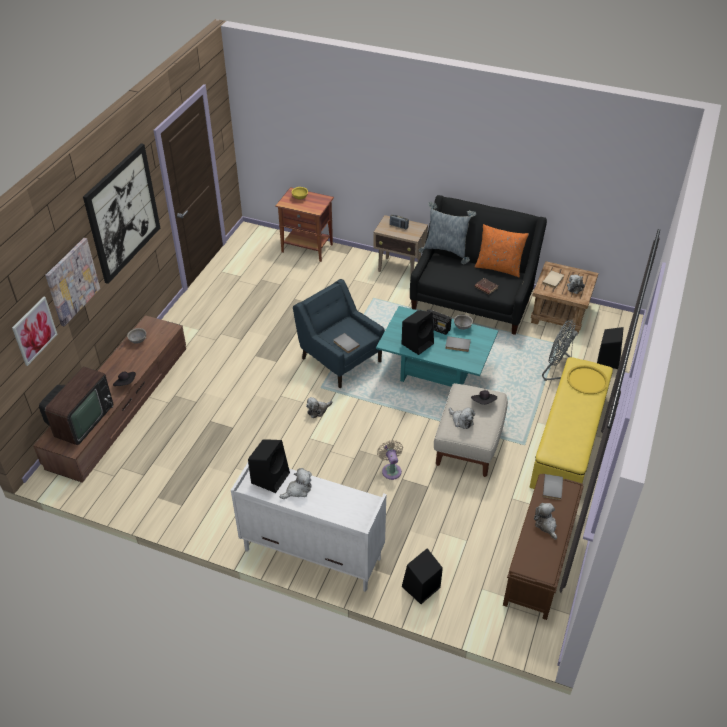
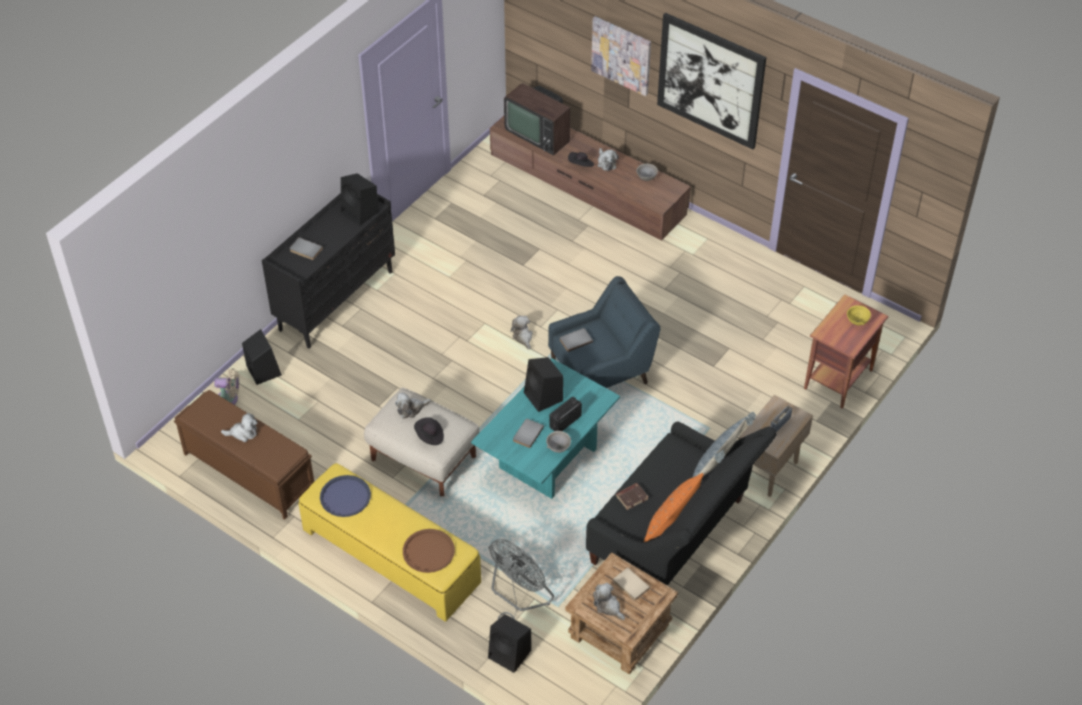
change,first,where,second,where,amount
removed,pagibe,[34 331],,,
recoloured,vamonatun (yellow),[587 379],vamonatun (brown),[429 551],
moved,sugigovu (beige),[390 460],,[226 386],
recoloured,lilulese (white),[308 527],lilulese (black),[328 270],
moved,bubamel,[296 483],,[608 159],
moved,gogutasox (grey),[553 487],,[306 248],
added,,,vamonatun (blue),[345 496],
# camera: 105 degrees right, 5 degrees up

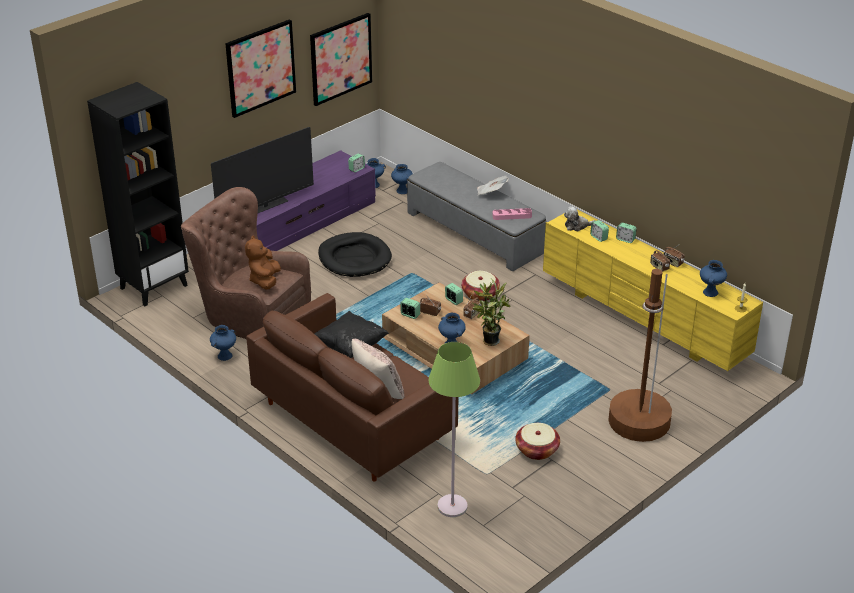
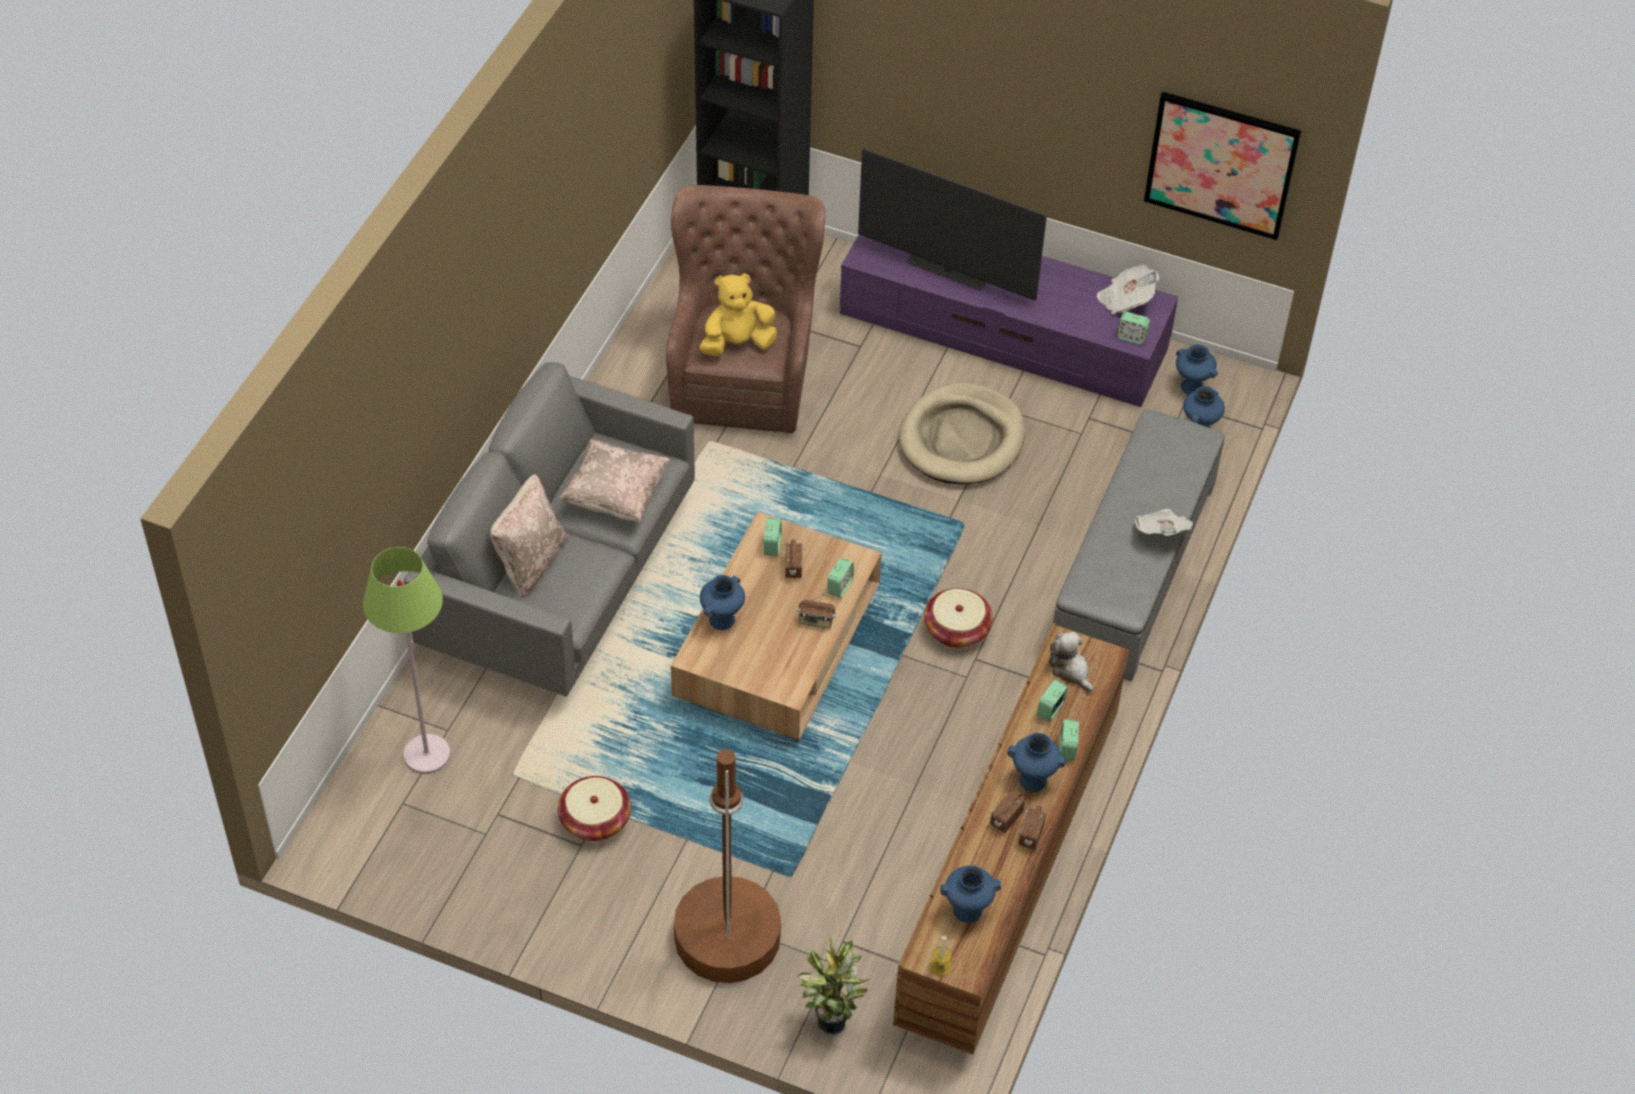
change,first,where,second,where,amount
removed,pagibe,[260 68],,,
removed,vamonatun (pink),[512 214],,,
recoloured,lilulese (yellow),[653 290],lilulese (brown),[1011 839],
recoloured,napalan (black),[355 254],napalan (beige),[962 433],
recoloured,bubamel (brown),[263 262],bubamel (yellow),[738 314],
moved,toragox,[491 312],,[833 987],
recoloured,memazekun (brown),[352 387],memazekun (grey),[549 529],
recoloured,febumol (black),[351 334],febumol (beige),[615 481],
moved,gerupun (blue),[223 343],,[1036 762],
added,,,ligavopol,[1128 290],
# camera: 65 degrees right, 15 degrees up

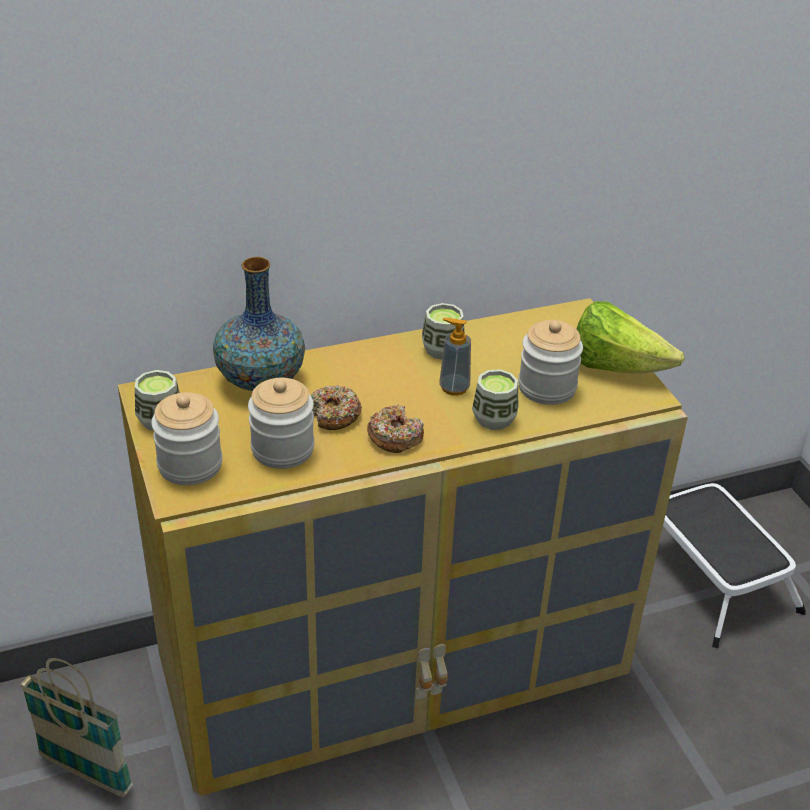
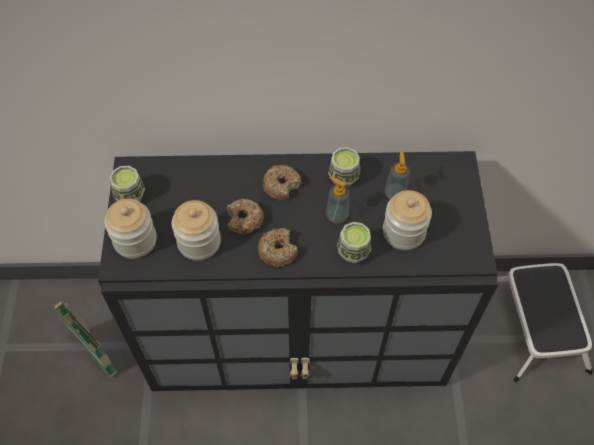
change,first,where,second,where,amount
removed,gerupun,[259 324],,,
recoloured,lilulese (yellow),[403 547],lilulese (black),[298 271],
removed,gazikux,[630 337],,,
added,,,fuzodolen,[397 175],
added,,,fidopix,[281 183],
# camera: 20 degrees right, 20 degrees up

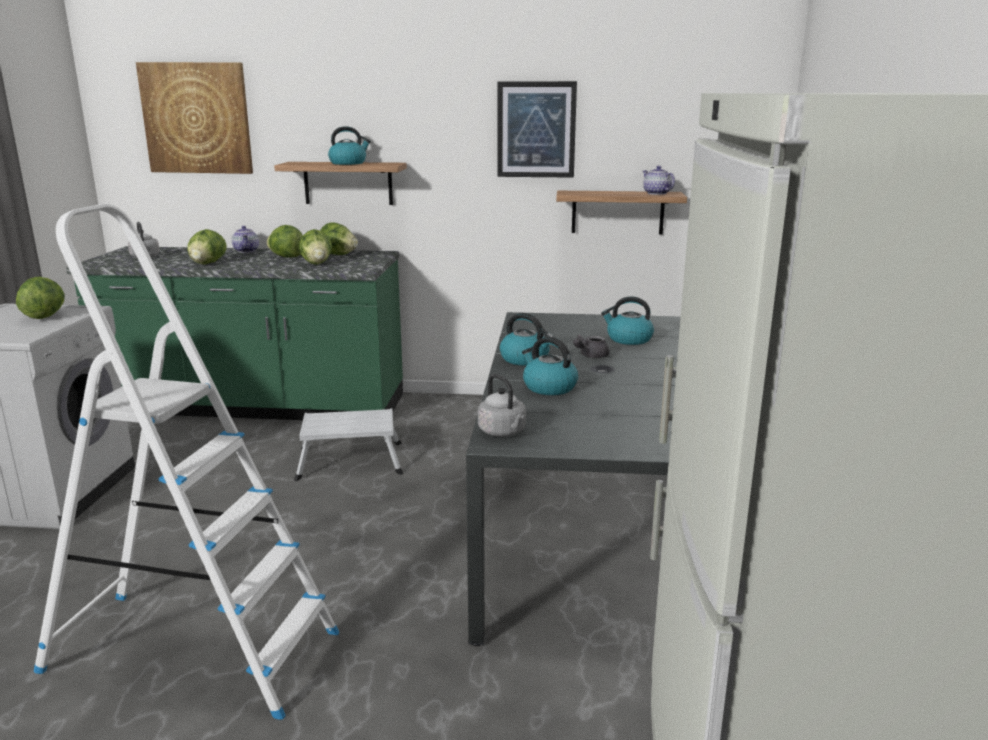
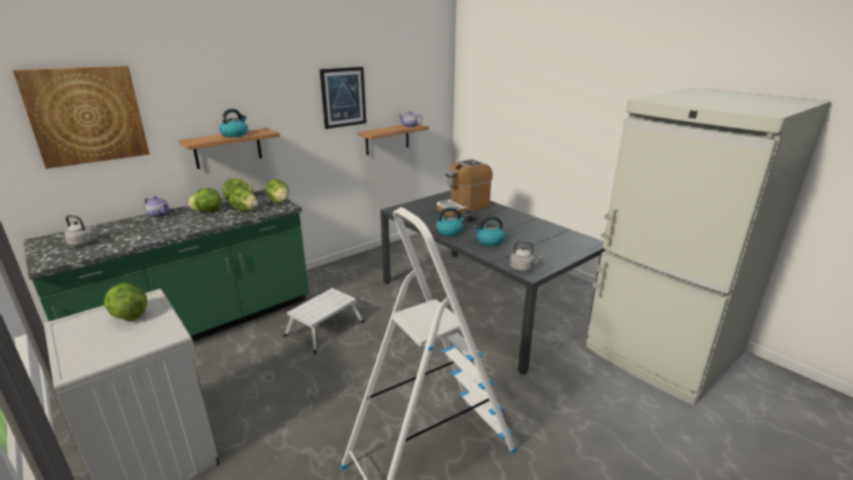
change,first,where,second,where,amount
moved,gazikux,[207 247],,[277 191],
replaced,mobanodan,[627 320],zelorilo,[464 187],
# camera: 45 degrees left, 5 degrees up

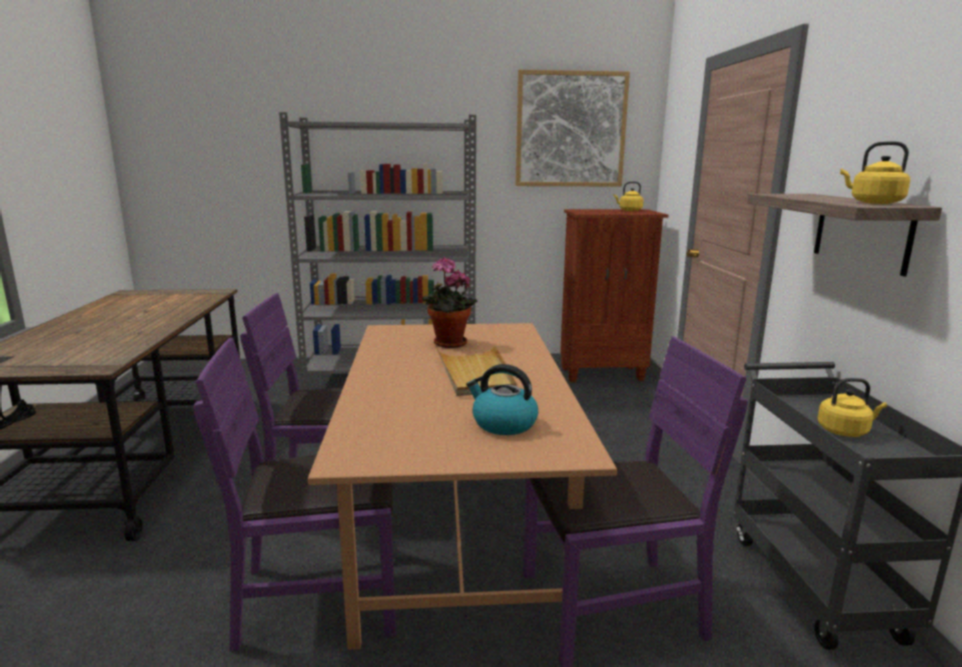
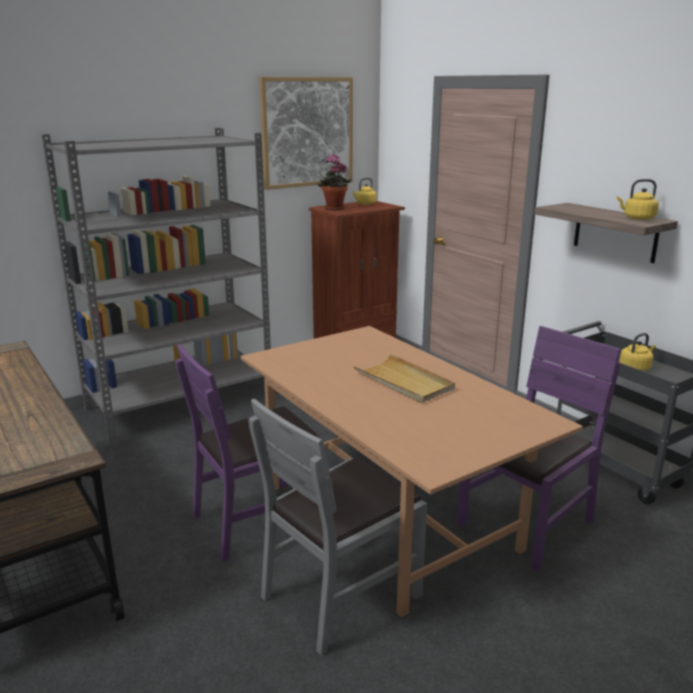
change,first,where,second,where,amount
moved,toragox,[450 302],,[335 182],
recoloured,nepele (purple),[294 494],nepele (grey),[338 527],
removed,mobanodan,[502 399],,,
# camera: 30 degrees left, 5 degrees up

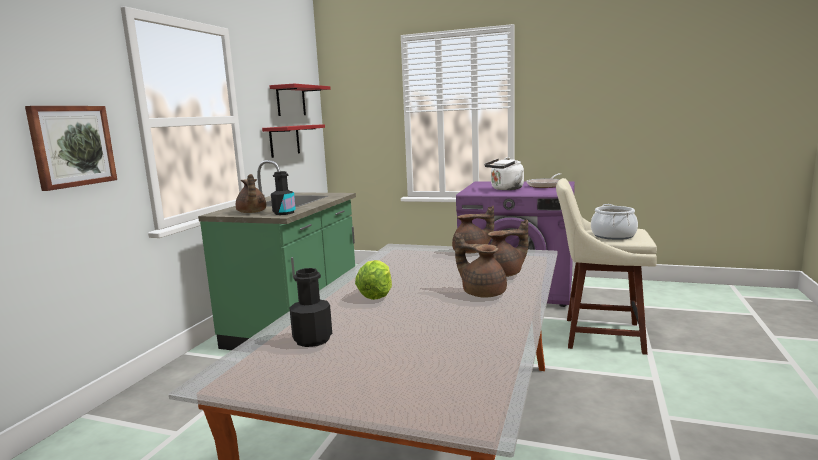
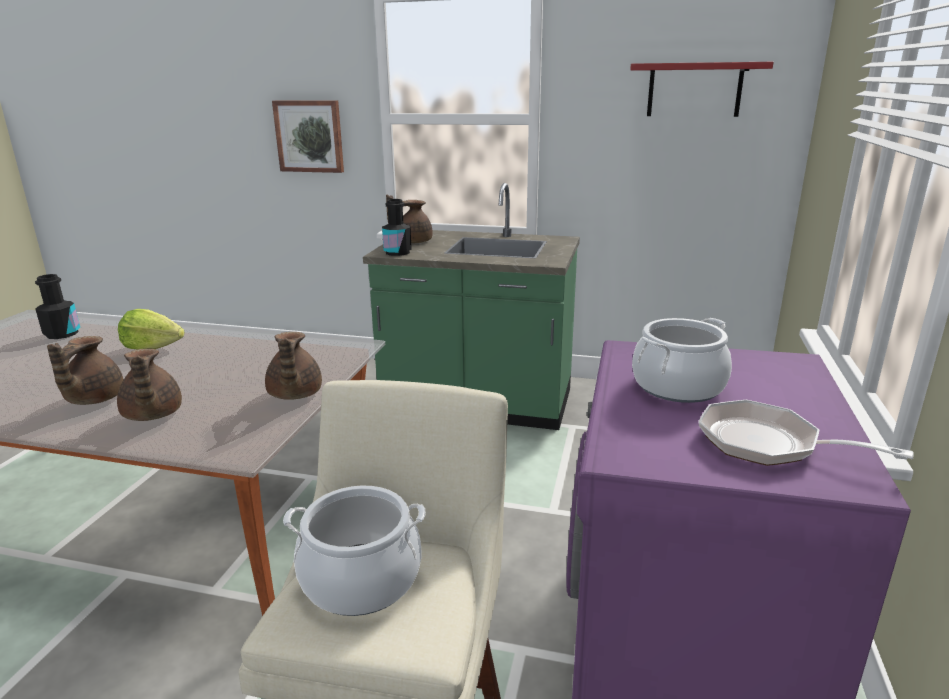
change,first,where,second,where,amount
removed,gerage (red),[293 141],,,
replaced,mobanodan (white),[504 173],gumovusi,[682 360],
turned,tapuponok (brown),[481 265],,[85 370],150 degrees clockwise
# camera: 85 degrees right, 10 degrees up

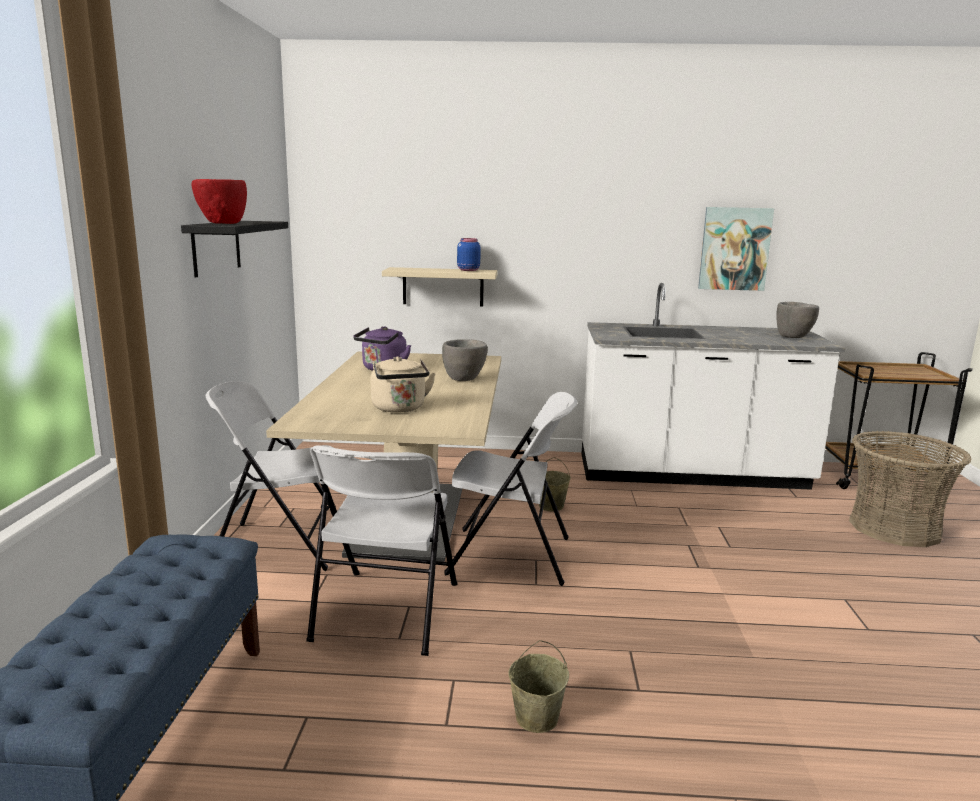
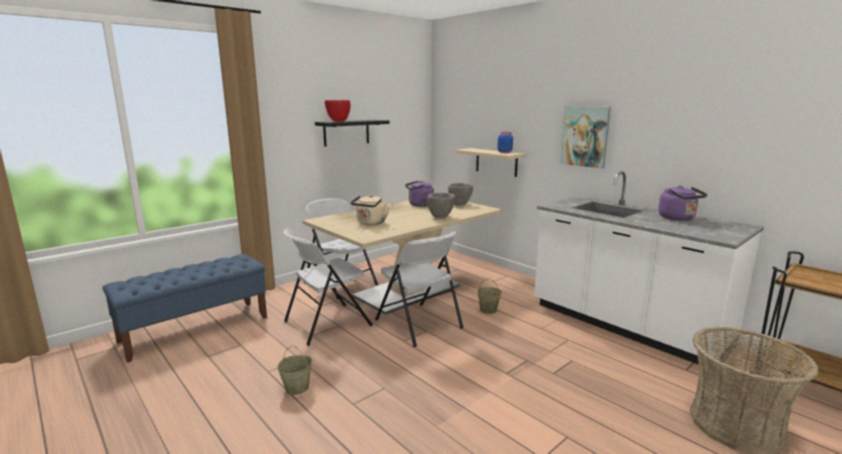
change,first,where,second,where,amount
moved,pagibe,[736 249],,[585 137],
moved,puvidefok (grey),[797 320],,[460 194],
added,,,mobanodan (purple),[682 203],
# camera: 45 degrees right, 0 degrees up

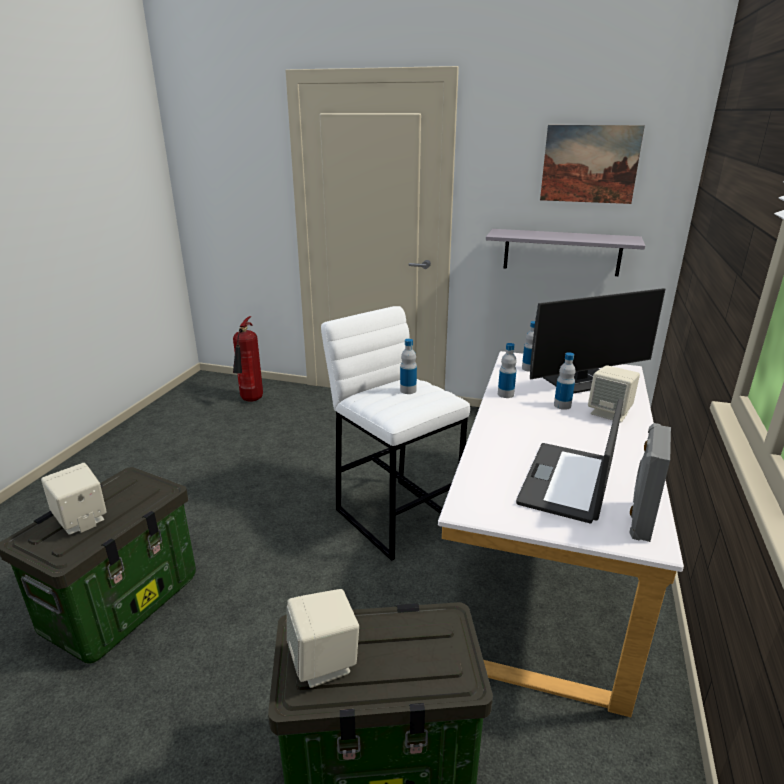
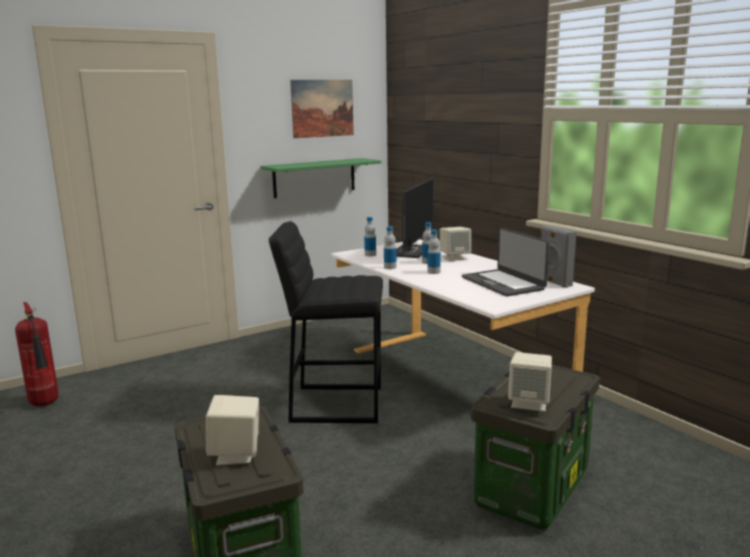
change,first,where,second,where,amount
recoloured,gerage (grey),[565 252],gerage (green),[321 178],
recoloured,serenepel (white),[395 433],serenepel (black),[326 322],
moved,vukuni,[408 366],,[434 252],
# camera: 50 degrees left, 10 degrees down

